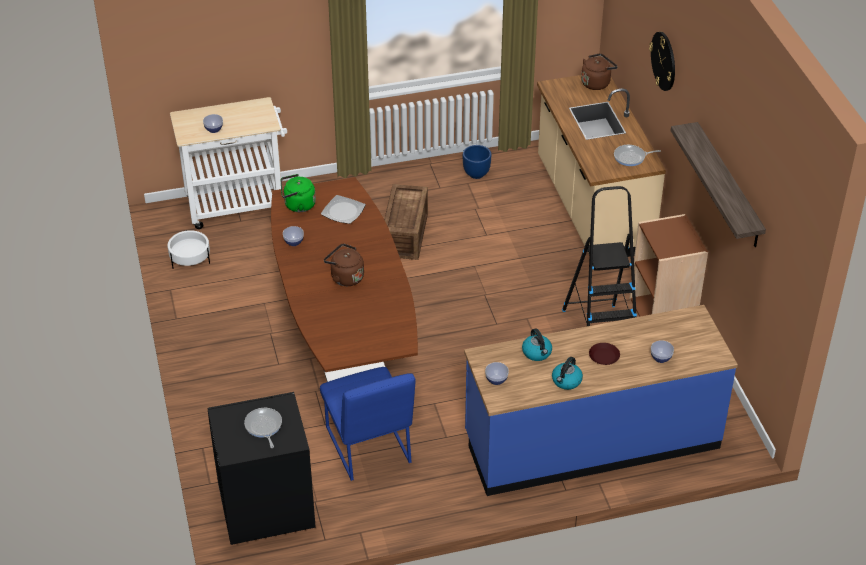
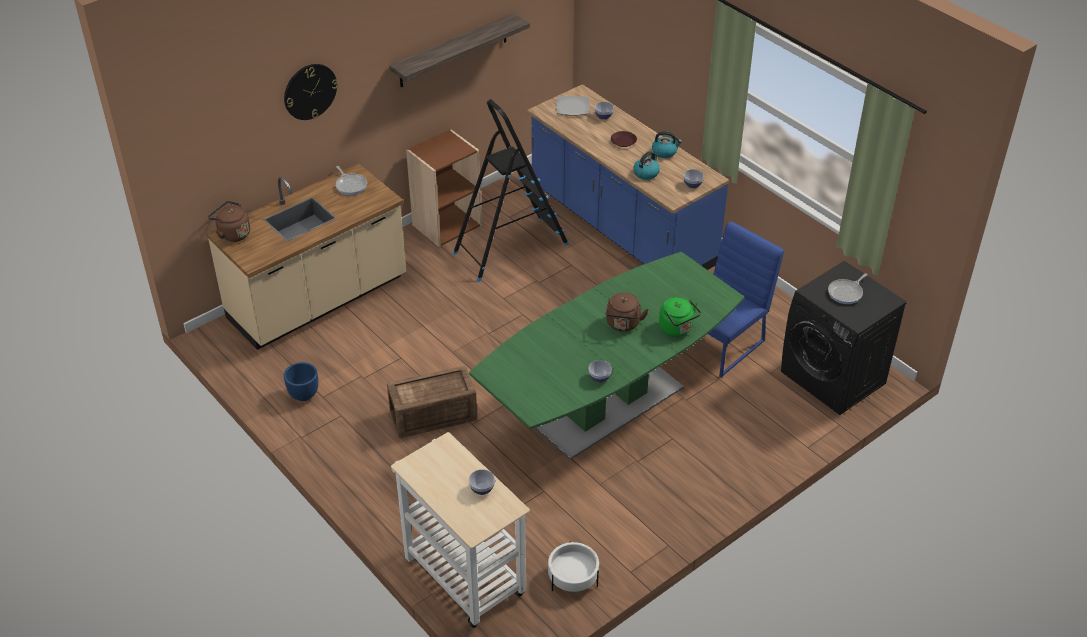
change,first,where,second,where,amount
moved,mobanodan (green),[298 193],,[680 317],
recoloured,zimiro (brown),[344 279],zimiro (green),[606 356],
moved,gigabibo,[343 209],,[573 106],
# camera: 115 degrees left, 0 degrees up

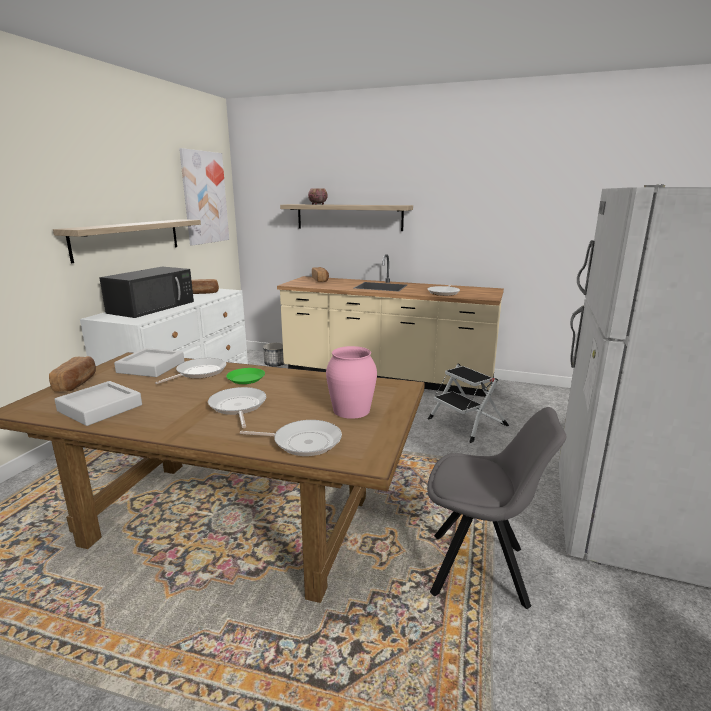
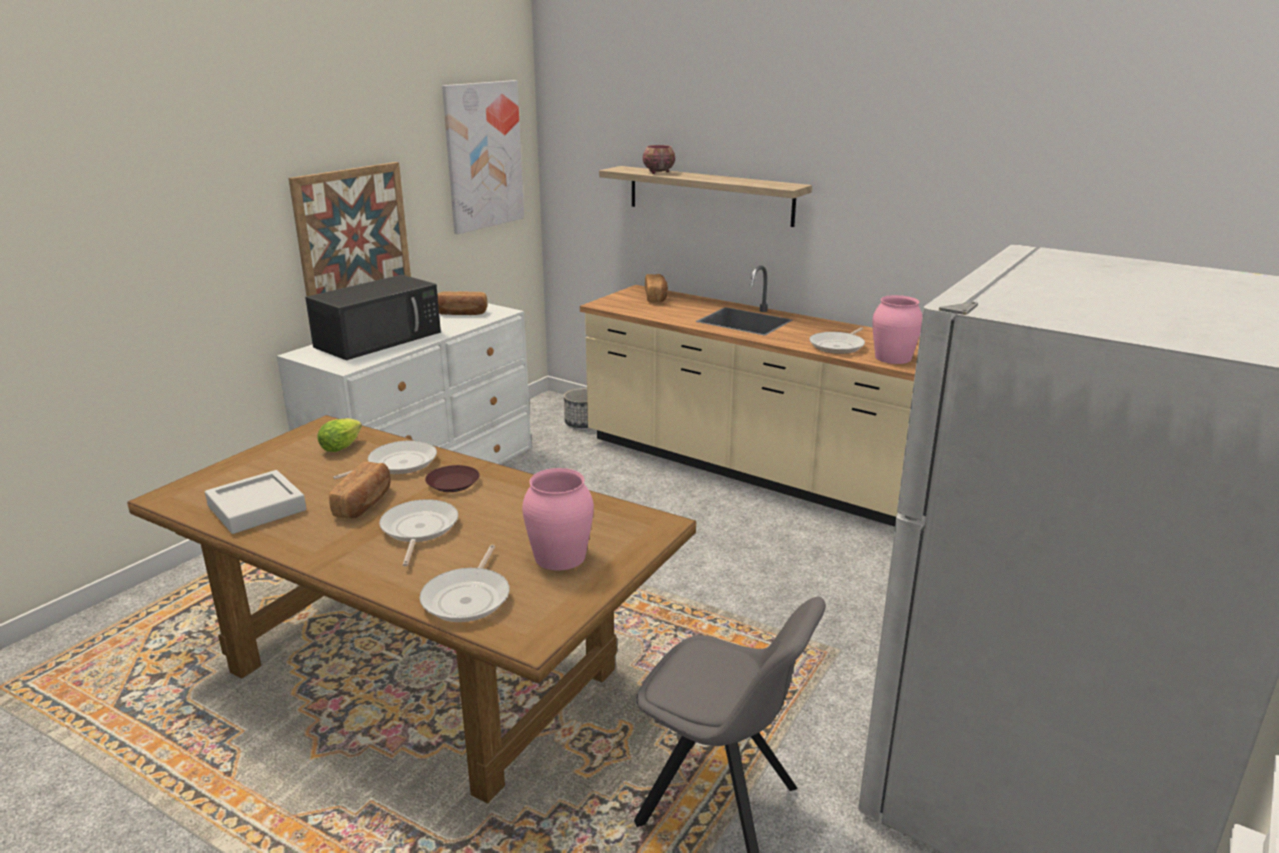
change,first,where,second,where,amount
replaced,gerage,[127 241],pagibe,[350 229],
replaced,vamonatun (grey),[149 362],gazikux,[339 435],
moved,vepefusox,[72 373],,[360 490],
removed,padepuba,[468 403],,,
recoloured,gigabibo (green),[245 376],gigabibo (brown),[452 478],
turned,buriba,[291 438],,[465 583],75 degrees clockwise
added,,,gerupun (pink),[897 329],
# camera: 15 degrees right, 5 degrees up

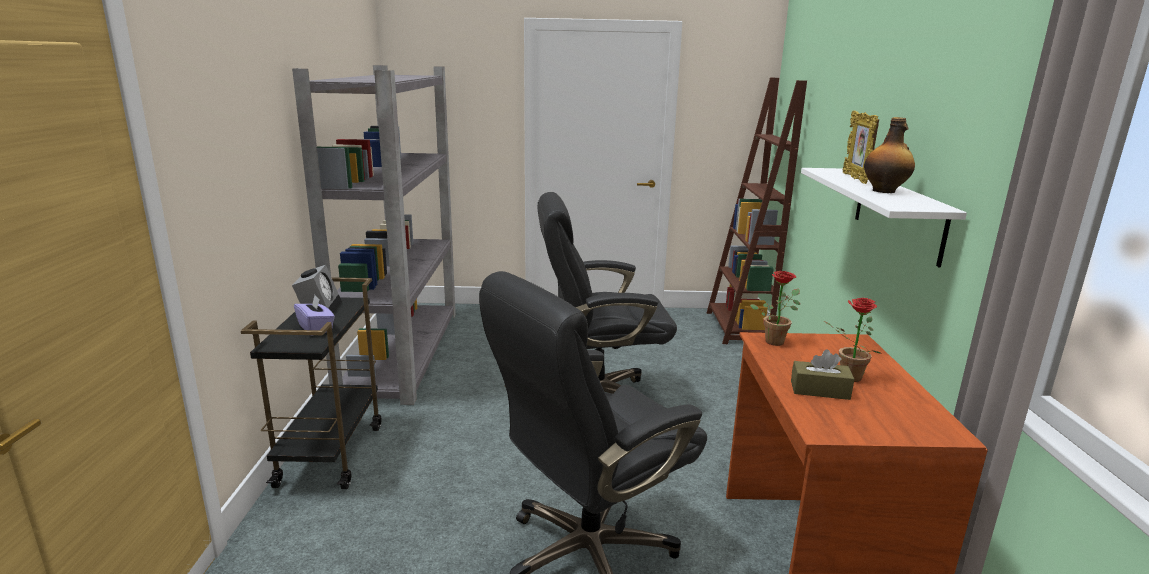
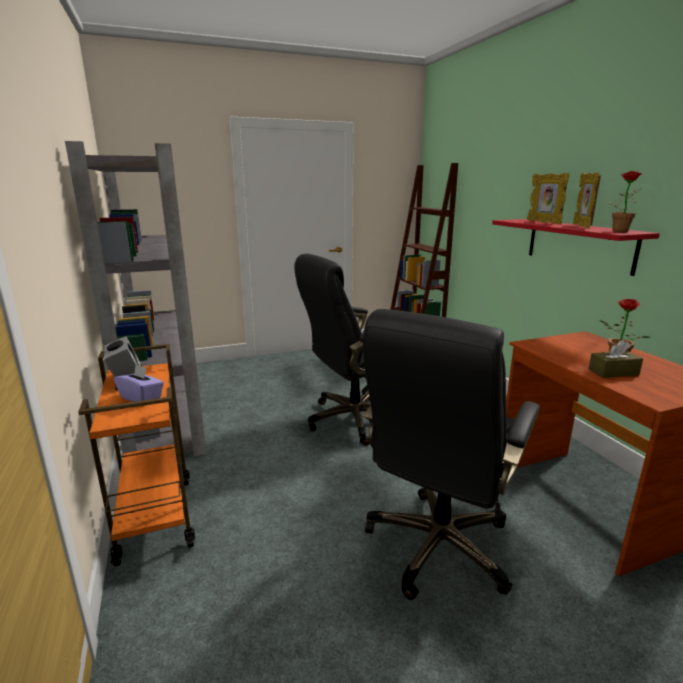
change,first,where,second,where,amount
replaced,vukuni,[889 155],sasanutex,[587 200],
recoloured,gerage (white),[884 217],gerage (red),[576 247],
moved,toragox,[775 308],,[624 201],
recoloured,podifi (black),[311 383],podifi (orange),[137 455],
# camera: 20 degrees left, 0 degrees up

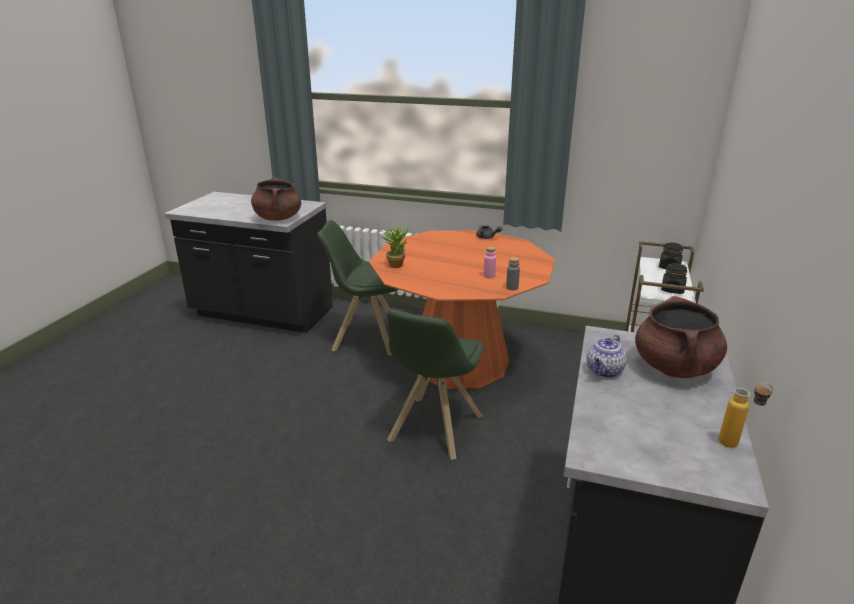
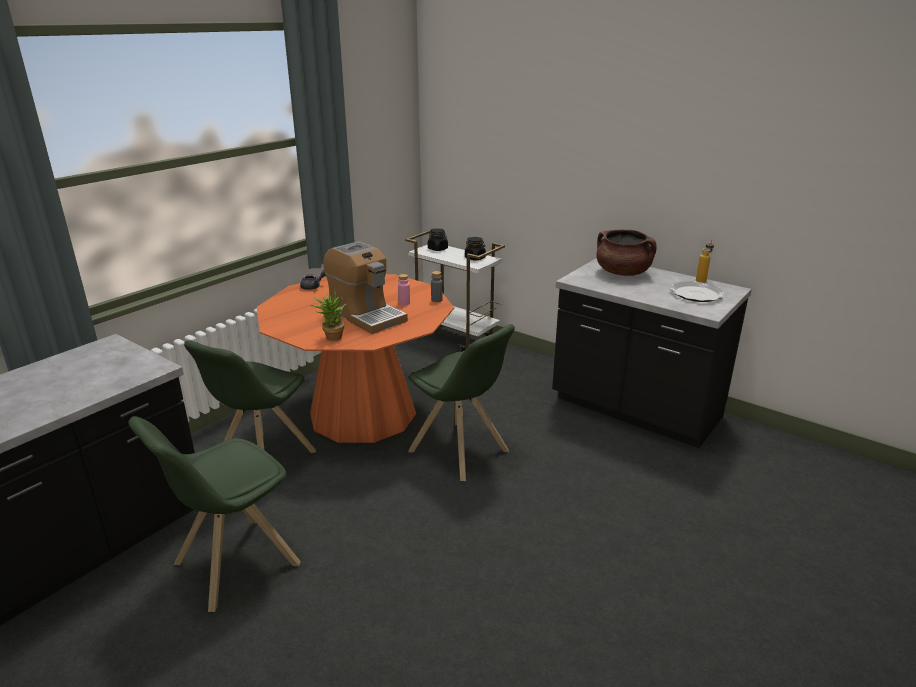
change,first,where,second,where,amount
removed,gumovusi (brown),[276 199],,,
removed,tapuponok,[606 356],,,
added,,,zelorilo,[365 287],
added,,,gigabibo,[697 291],
added,,,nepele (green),[214 514],
# camera: 70 degrees left, 0 degrees up

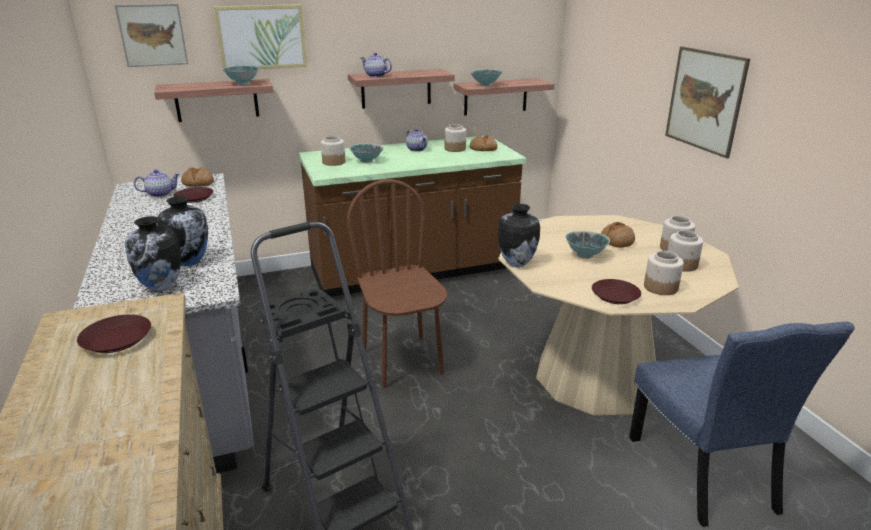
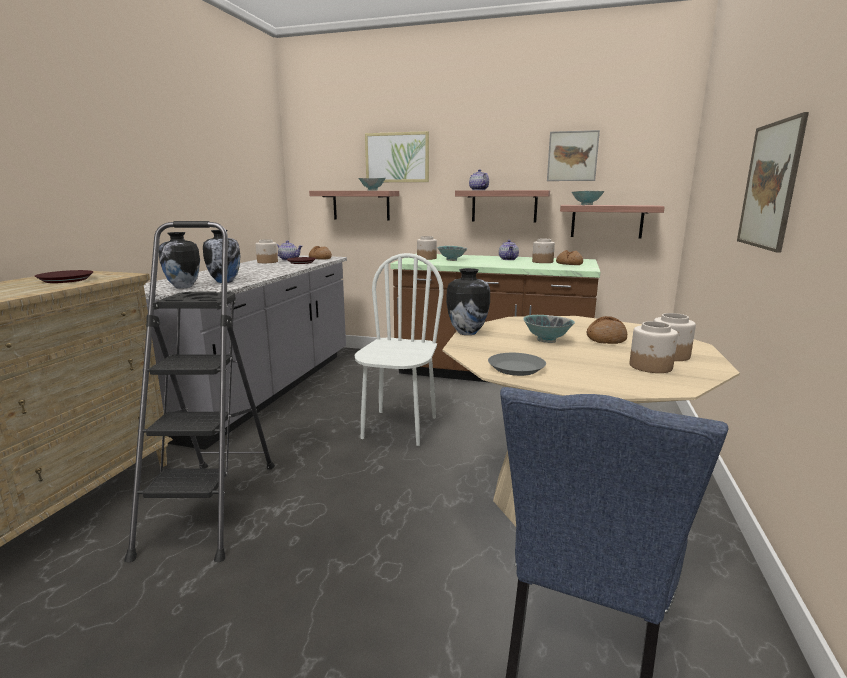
change,first,where,second,where,amount
moved,pagibe,[151 35],,[573 155],
recoloured,nepele (brown),[397 283],nepele (white),[399 349],
moved,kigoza,[664 273],,[267 251],
recoloured,gigabibo (brown),[616 291],gigabibo (grey),[517 364],
# camera: 35 degrees right, 10 degrees down

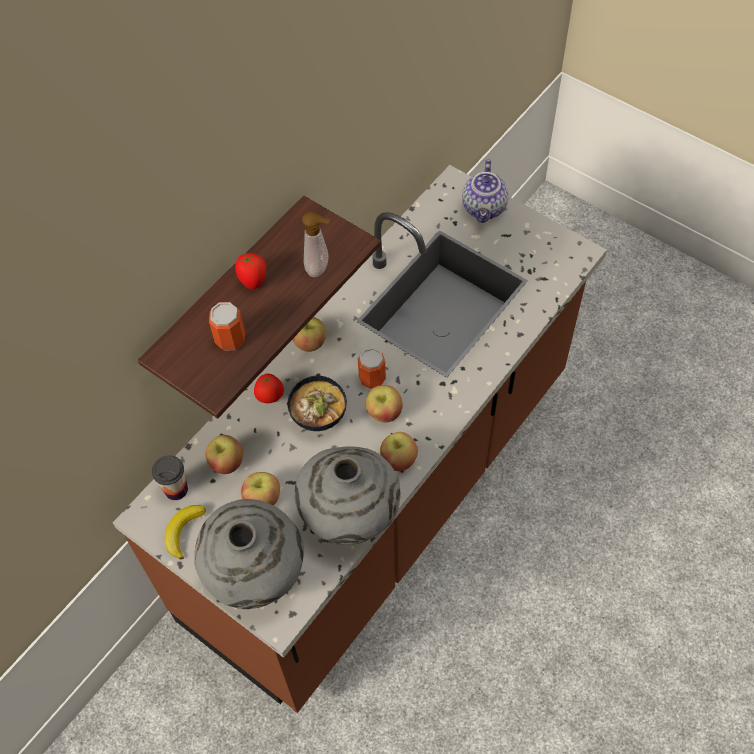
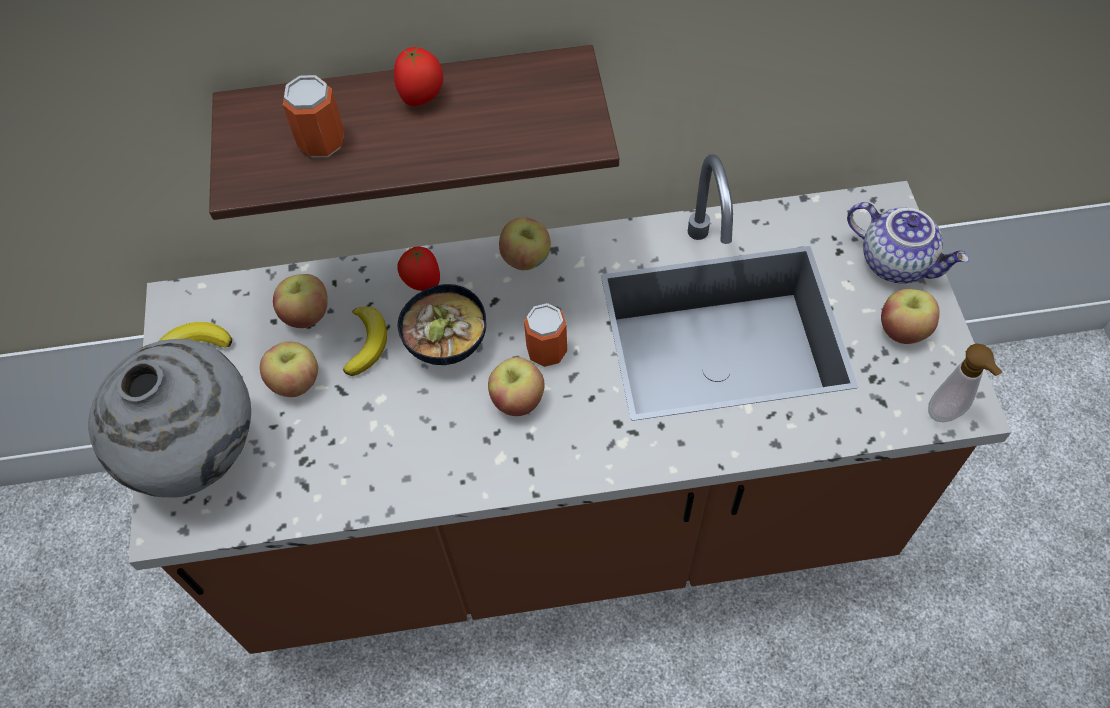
change,first,where,second,where,amount
turned,tapuponok,[485 191],,[908 243],105 degrees counterclockwise
moved,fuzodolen,[316 244],,[965 383],
moved,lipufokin,[399 451],,[910 316],
removed,gerupun (grey),[347 496],,,
removed,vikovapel,[170 477],,,
added,,,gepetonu,[365 341],
# camera: 45 degrees right, 0 degrees up

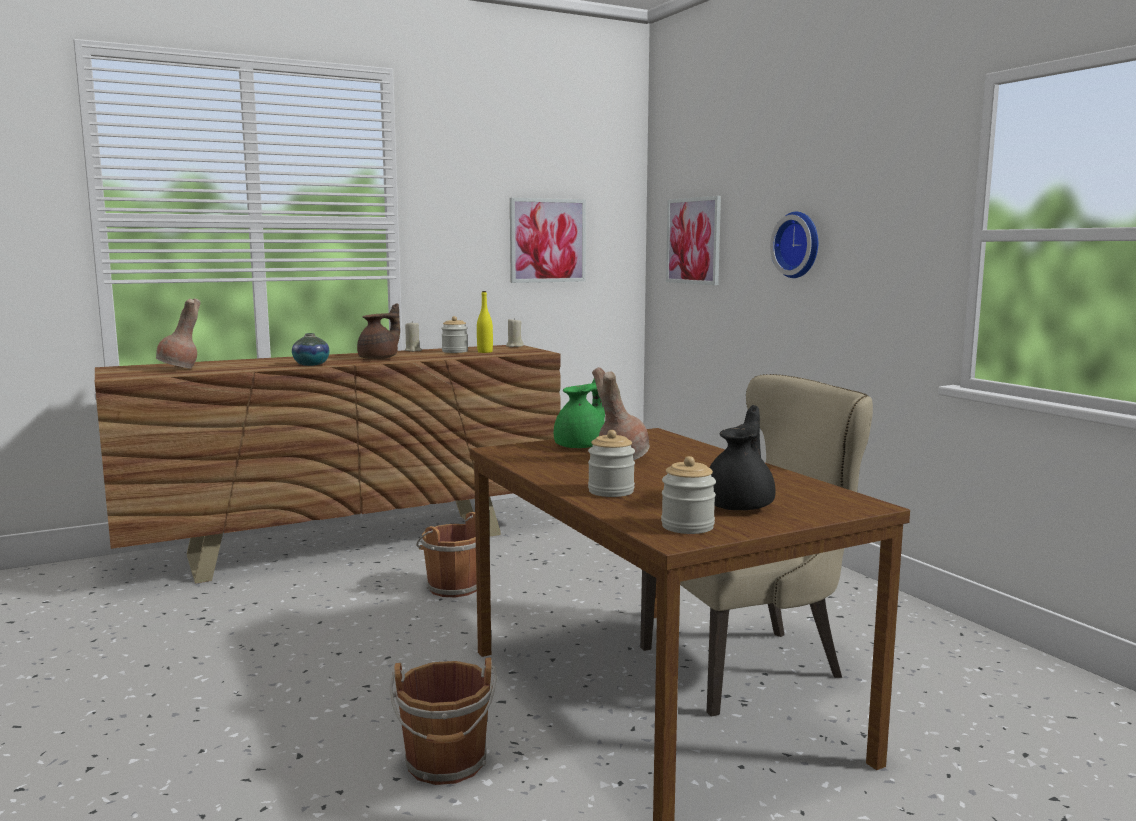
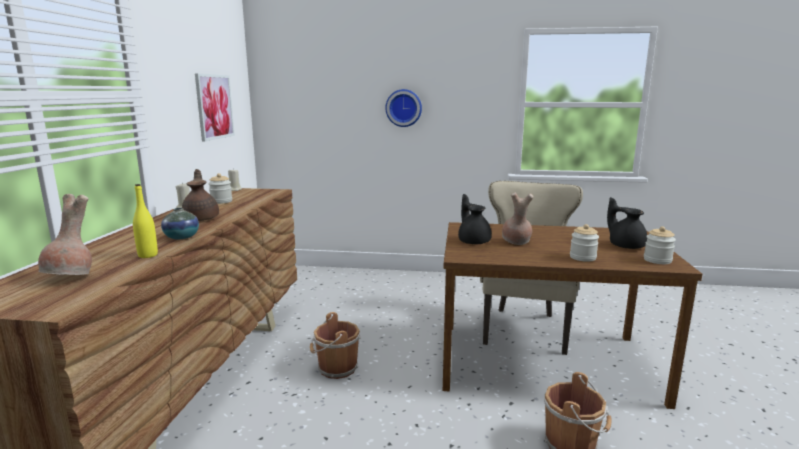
change,first,where,second,where,amount
removed,pagibe,[693 240],,,
moved,vukuni (yellow),[485 322],,[145 221],
recoloured,tapuponok (green),[579 413],tapuponok (black),[475 219],
# camera: 55 degrees left, 5 degrees up

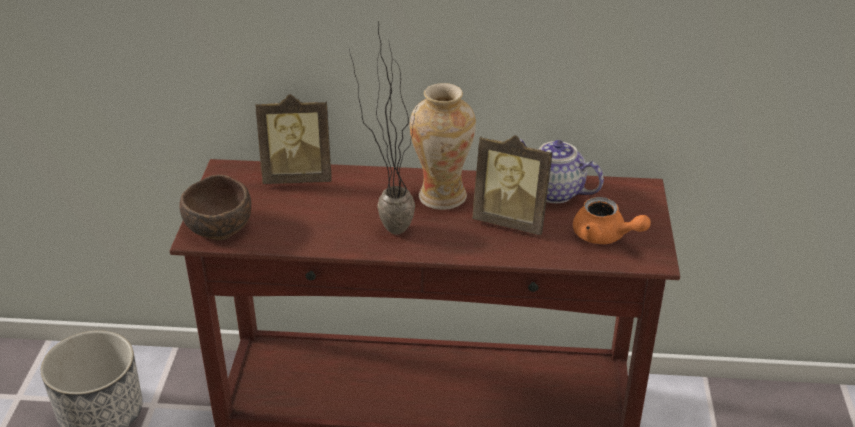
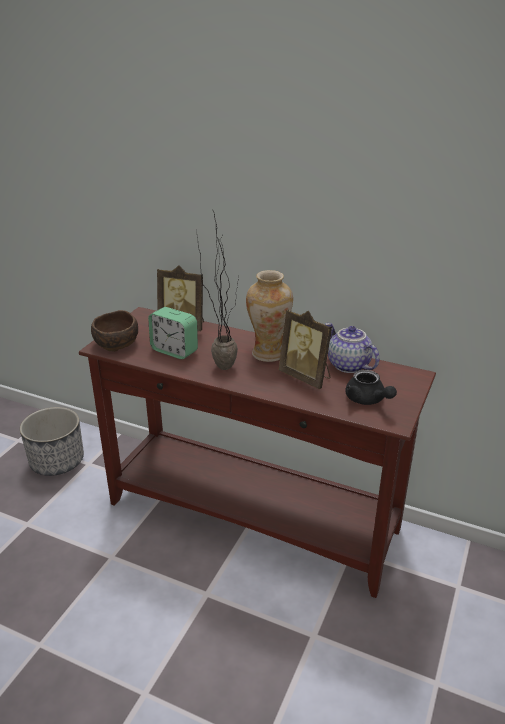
change,first,where,second,where,amount
recoloured,tapuponok (orange),[612 220],tapuponok (black),[371 387],
added,,,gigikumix,[173 333],
# camera: 20 degrees right, 5 degrees down

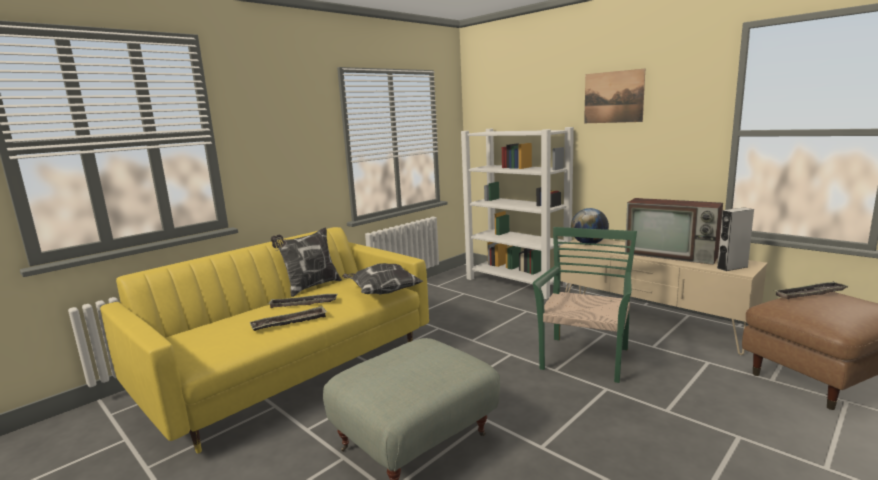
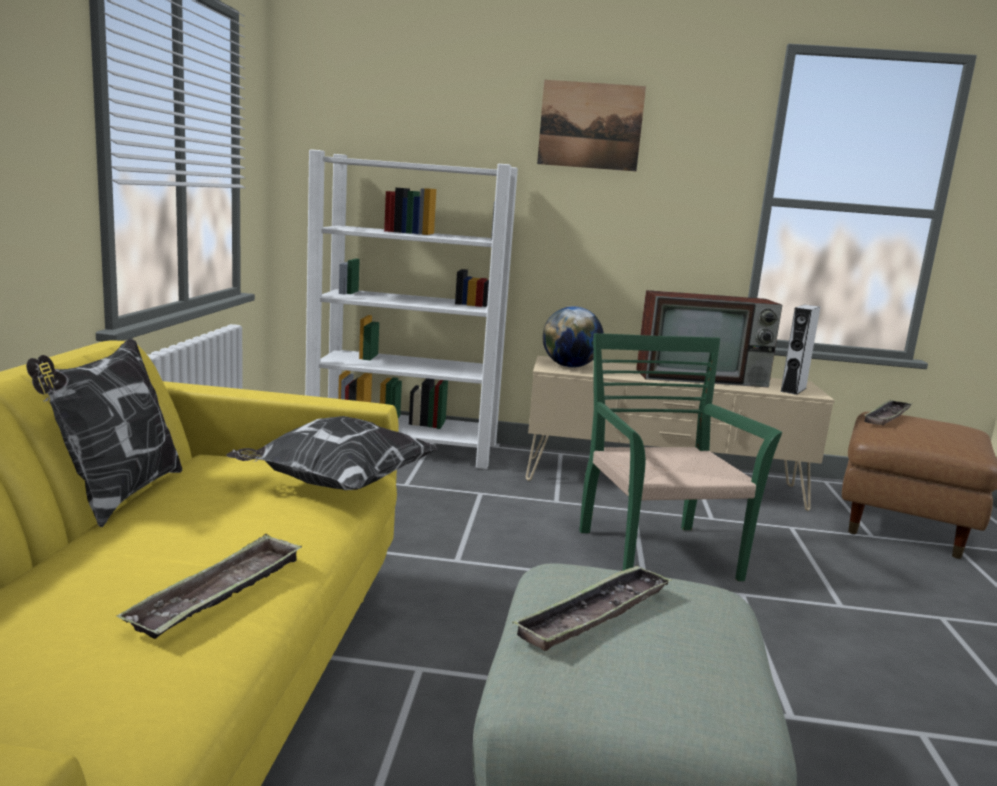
change,first,where,second,where,amount
moved,vamonatun,[303 300],,[592 608],
# camera: 40 degrees left, 0 degrees up

